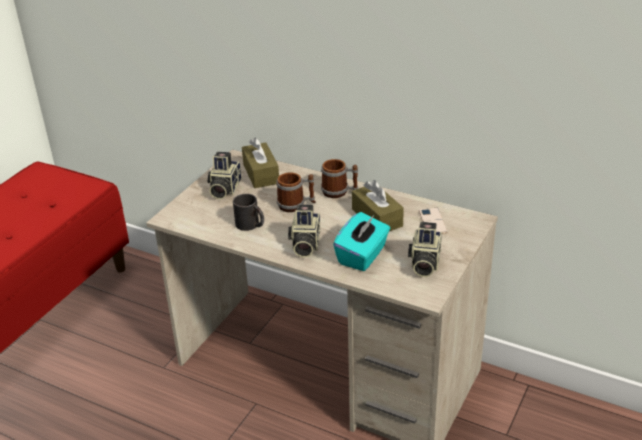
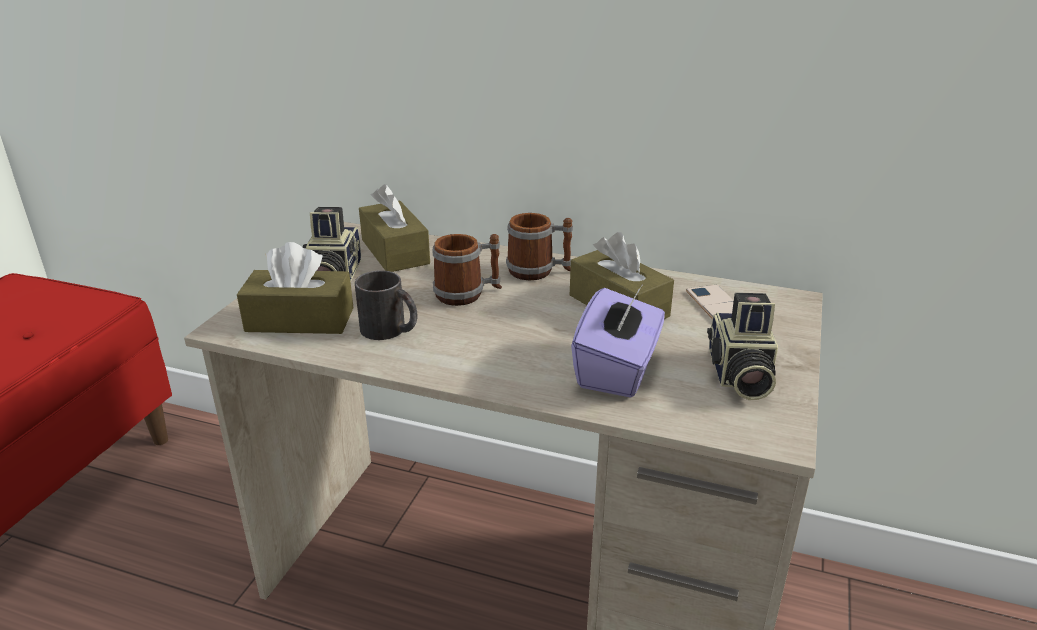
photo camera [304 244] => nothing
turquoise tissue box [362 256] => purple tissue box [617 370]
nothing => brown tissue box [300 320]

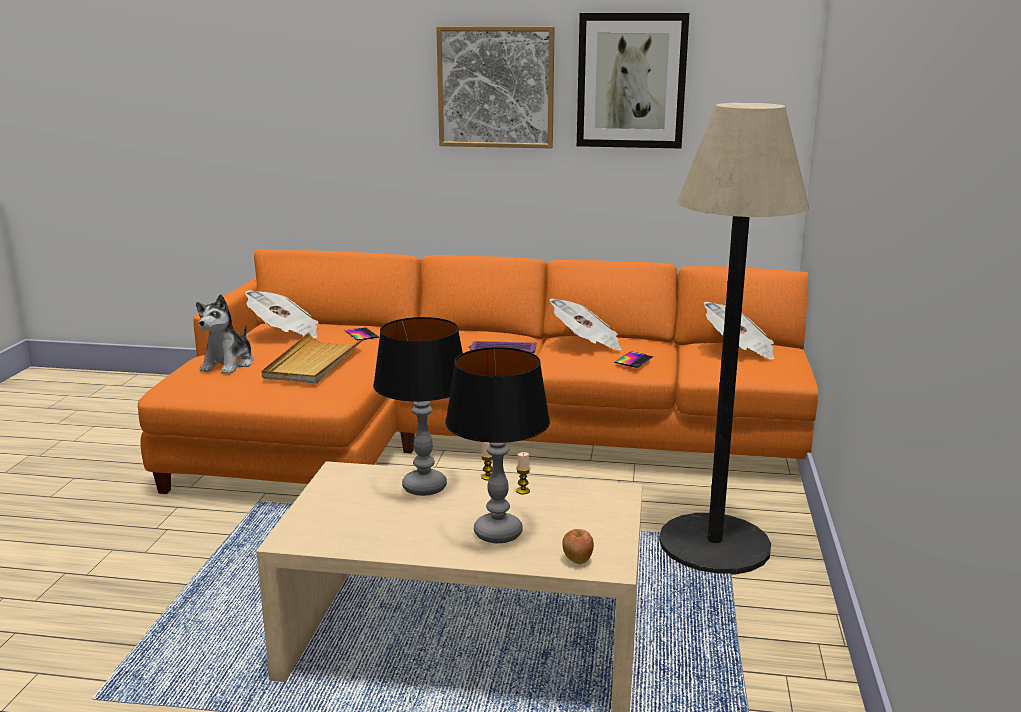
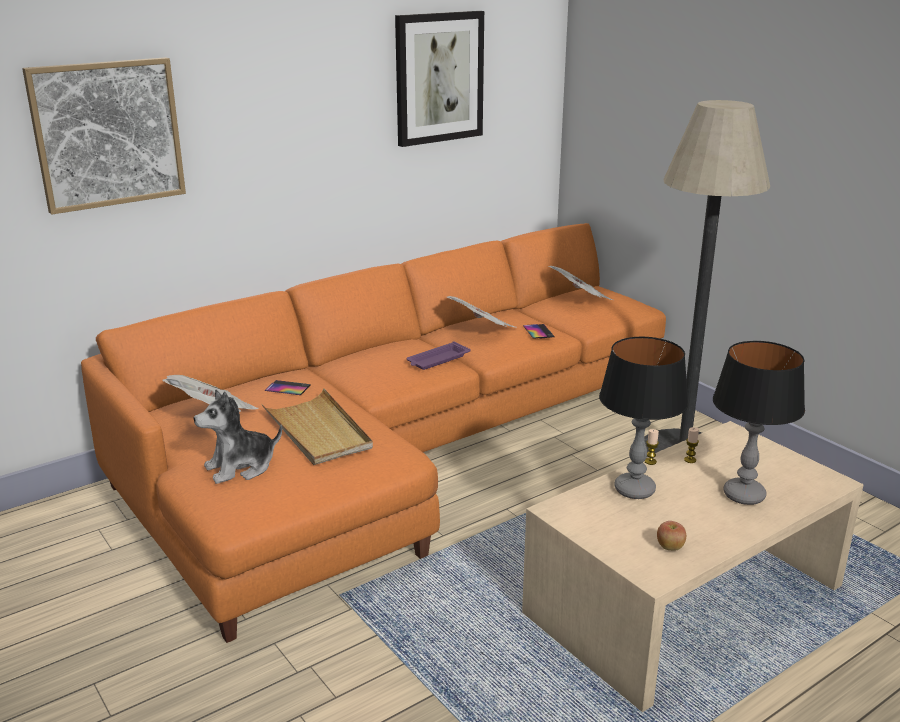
picture [496 87] => picture [107 134], move
plush toy [229 364] => plush toy [240 467], 90 degrees clockwise
apple [577 560] => apple [670 547], move

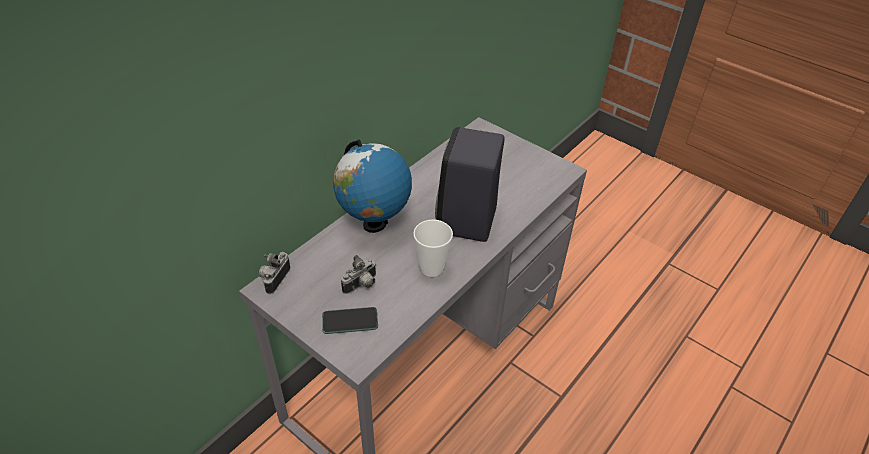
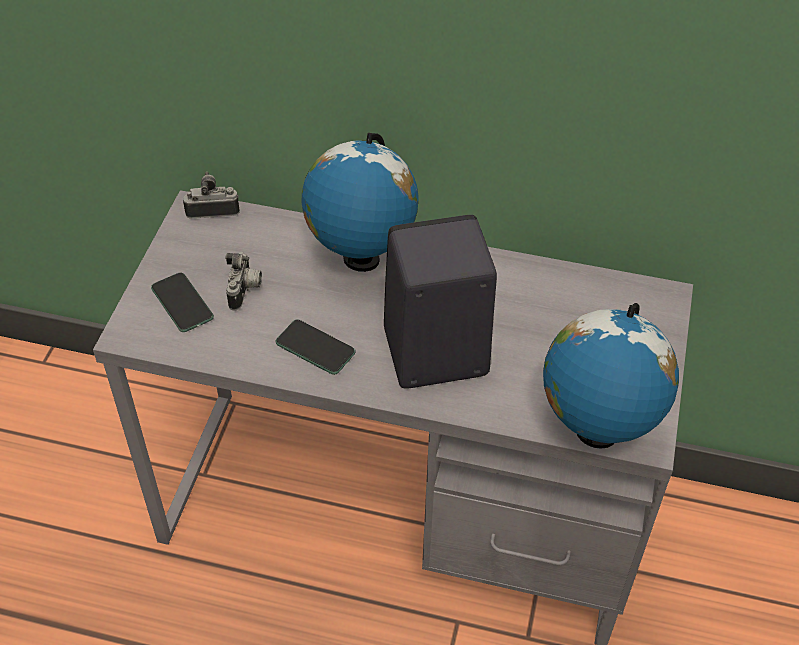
cup [432 268] => phone [315 348]
photo camera [362 285] => photo camera [245 290], 105 degrees counterclockwise
nothing => globe [595 432]

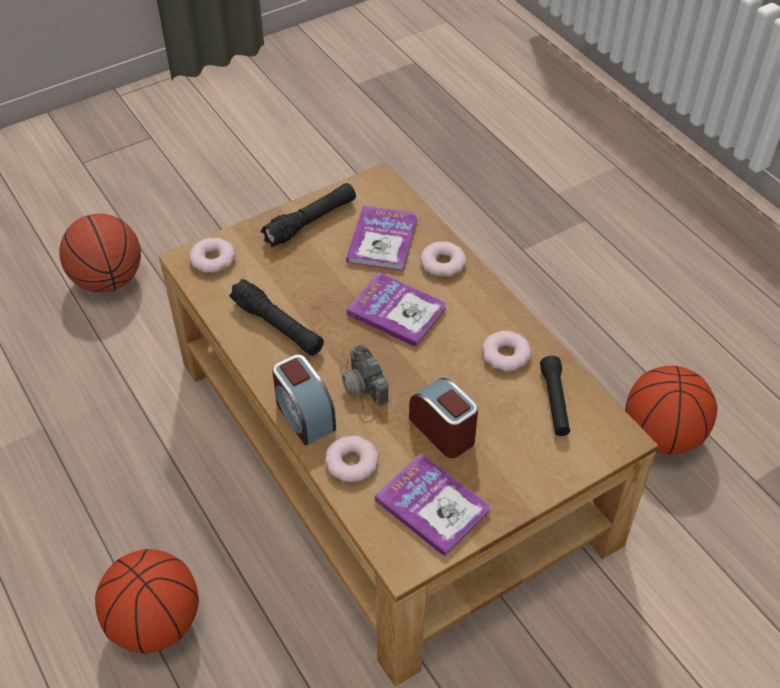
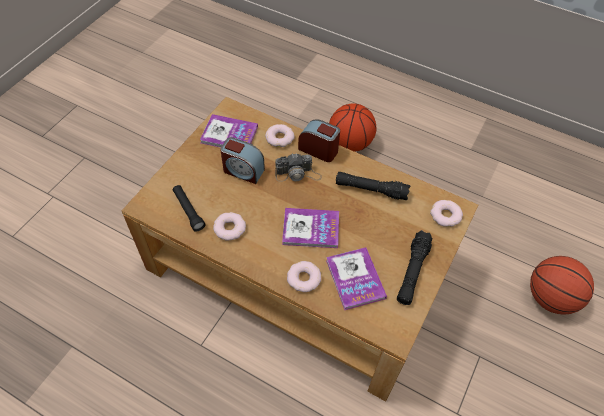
photo camera [363 390] => photo camera [298 174], 135 degrees clockwise
basketball [661 435] => nothing

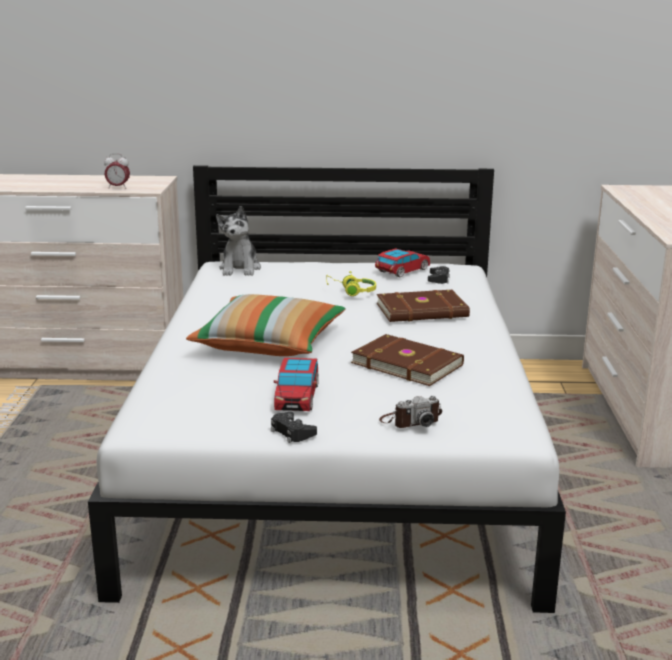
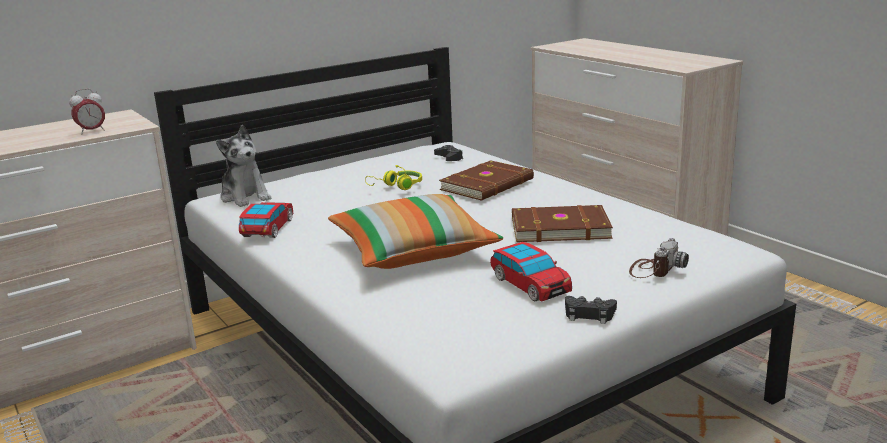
toy car [402 271] => toy car [268 229], move

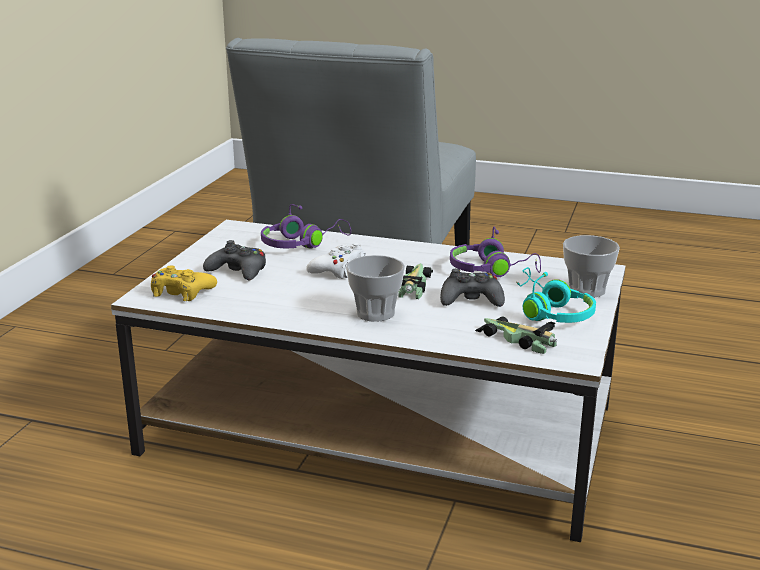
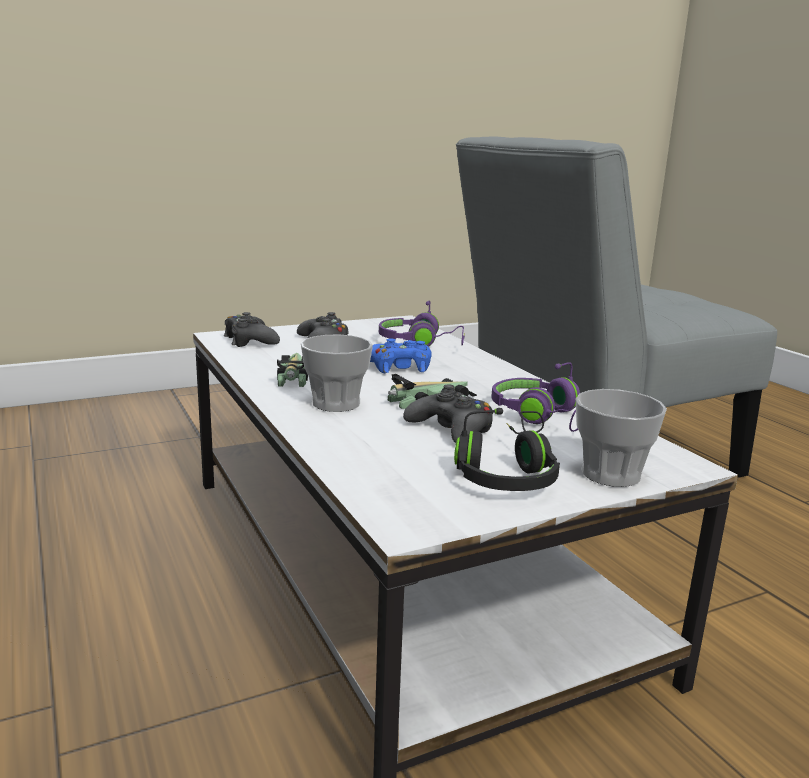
white game controller [339 269] => blue game controller [399 367]
yellow game controller [181 292] => black game controller [250 340]
turquoise headphones [550 311] => black headphones [507 472]
toy car [518 339] => toy car [293 375], move

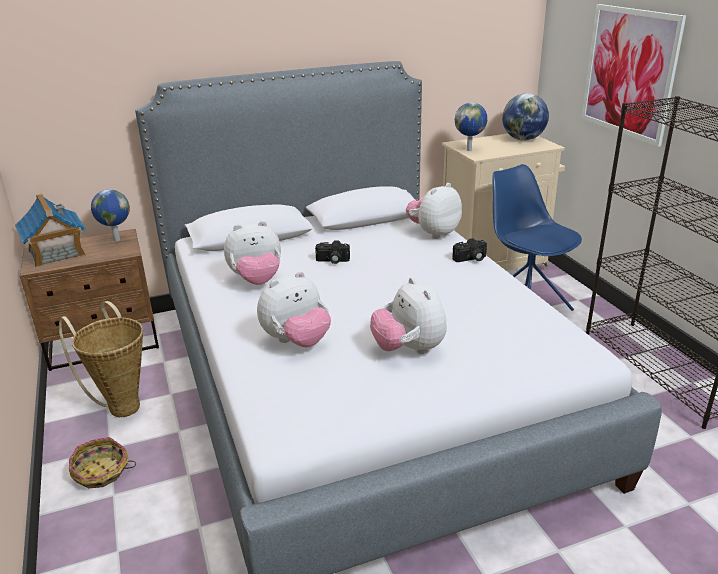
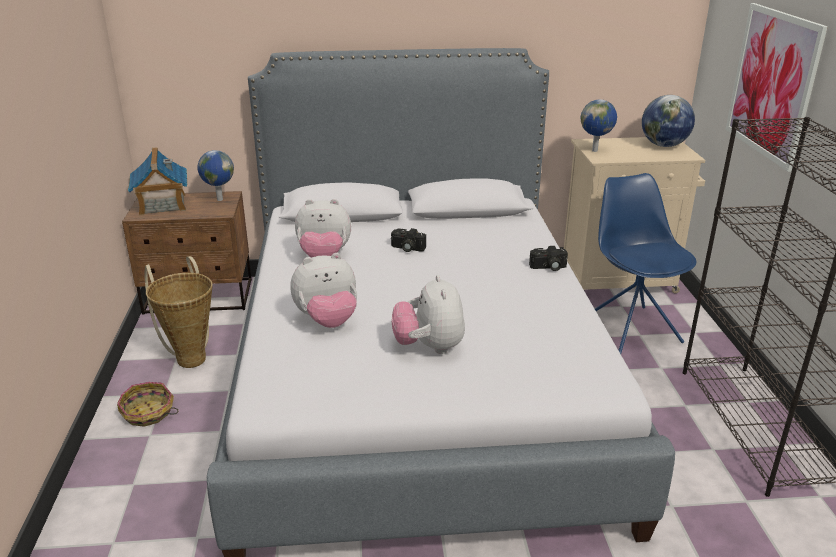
plush toy [433 233] => nothing

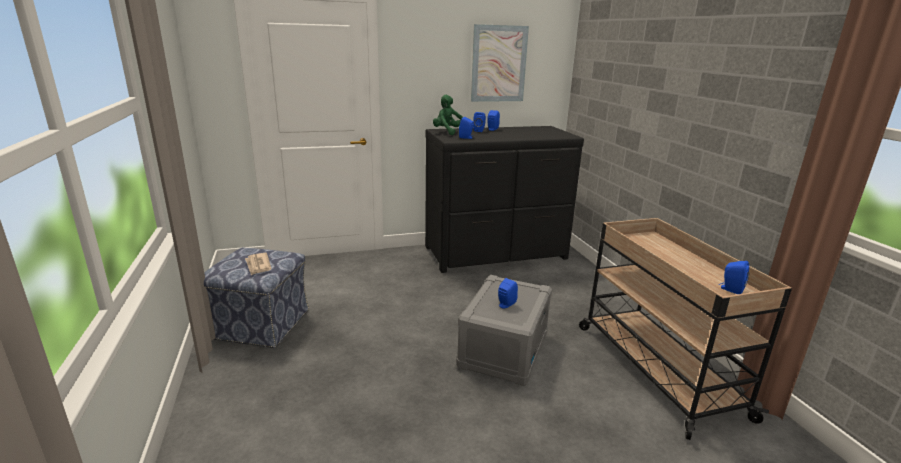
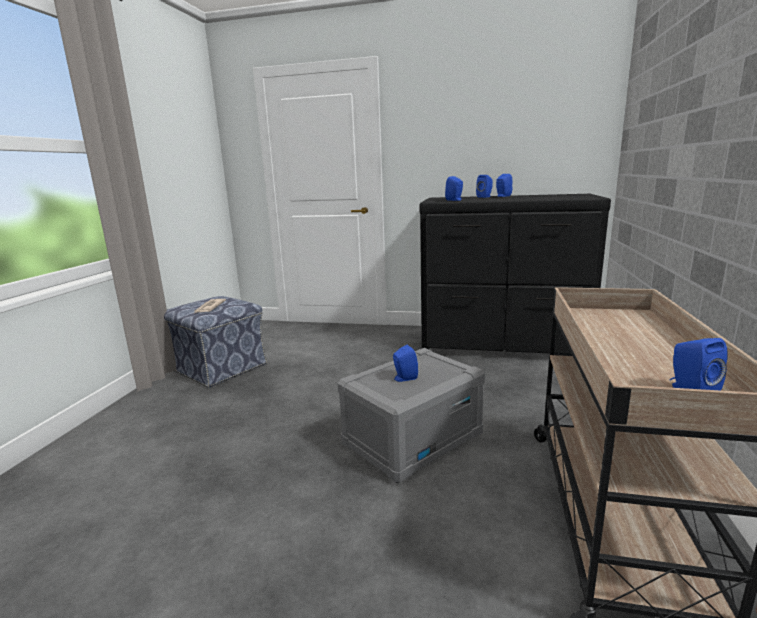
picture [499 64] => nothing
green plush toy [448 132] => nothing

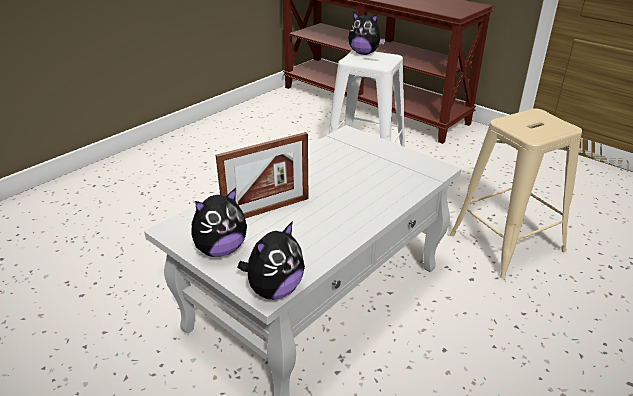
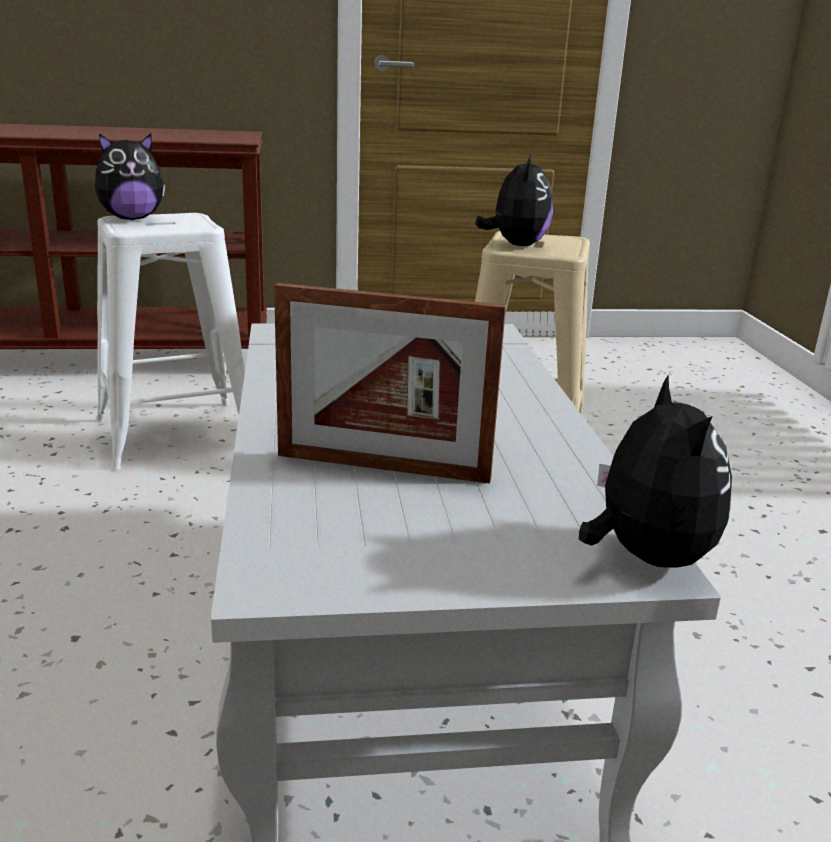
picture frame [267 210] => picture frame [382 467], 90 degrees clockwise
plush toy [220 250] => plush toy [516 245], move

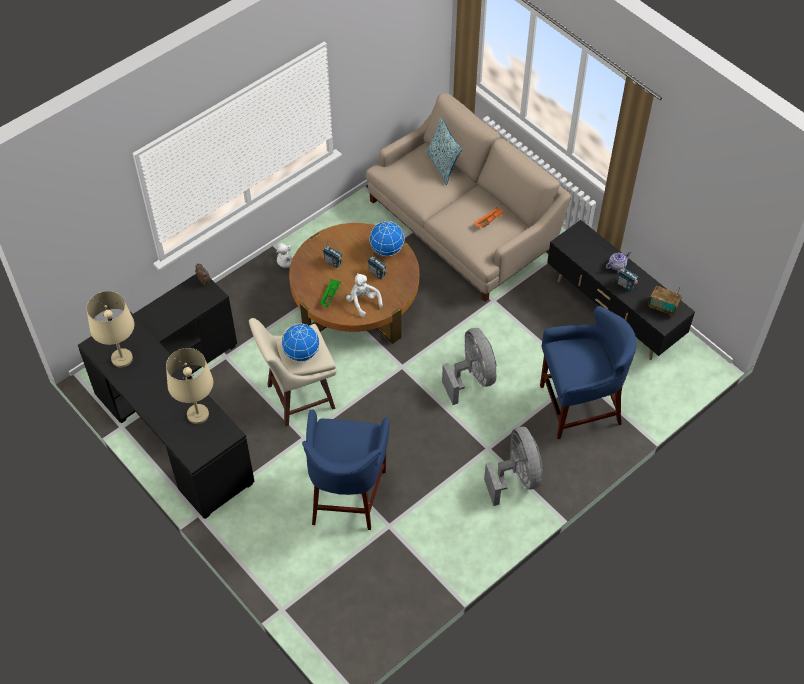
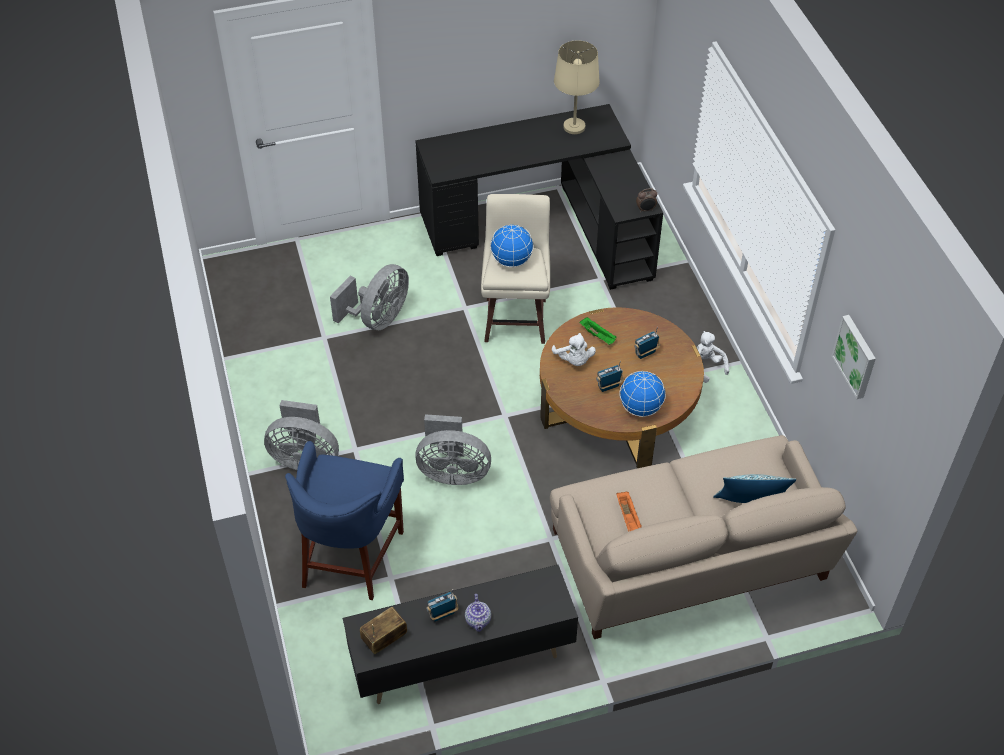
white plush toy [363 302] => white plush toy [574 360], 75 degrees clockwise
beige table lamp [198 414] => nothing
blue stool [347 495] => grey fan [378 318]
nothing => picture [856 356]

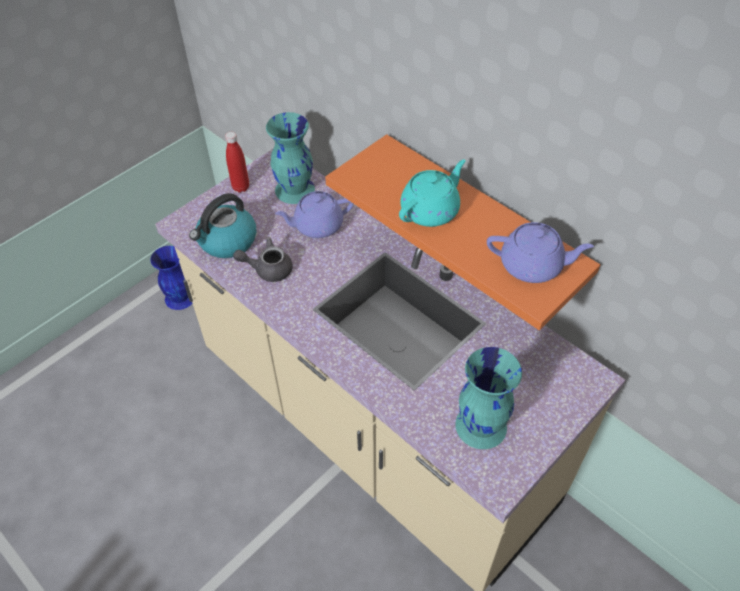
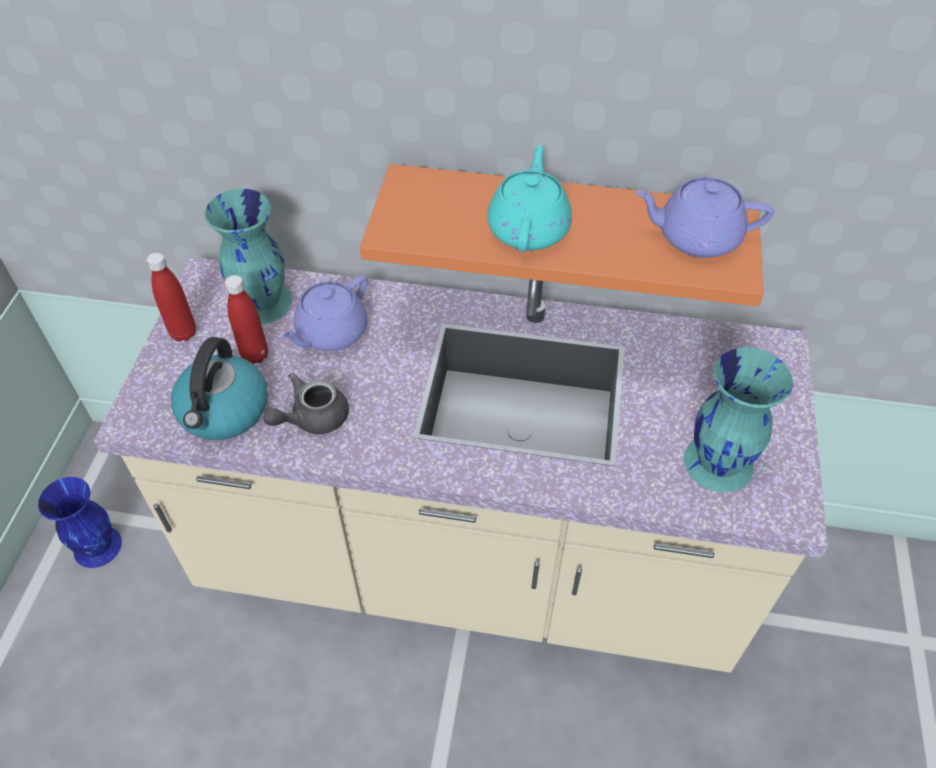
purple teapot [532 266] => purple teapot [696 237], 150 degrees counterclockwise
nothing => red bottle [255 355]

